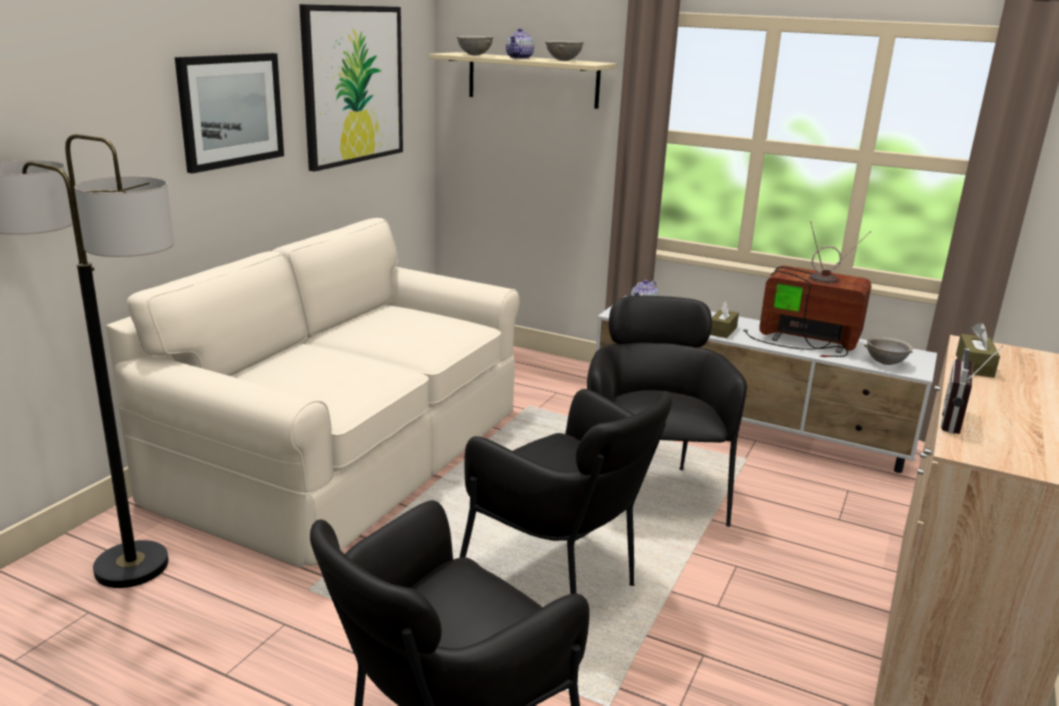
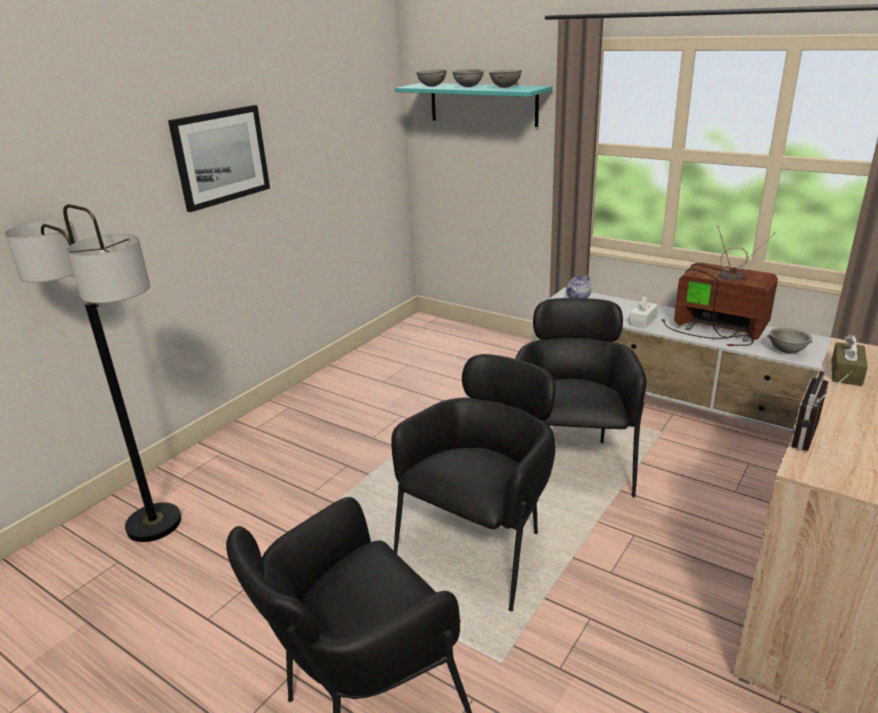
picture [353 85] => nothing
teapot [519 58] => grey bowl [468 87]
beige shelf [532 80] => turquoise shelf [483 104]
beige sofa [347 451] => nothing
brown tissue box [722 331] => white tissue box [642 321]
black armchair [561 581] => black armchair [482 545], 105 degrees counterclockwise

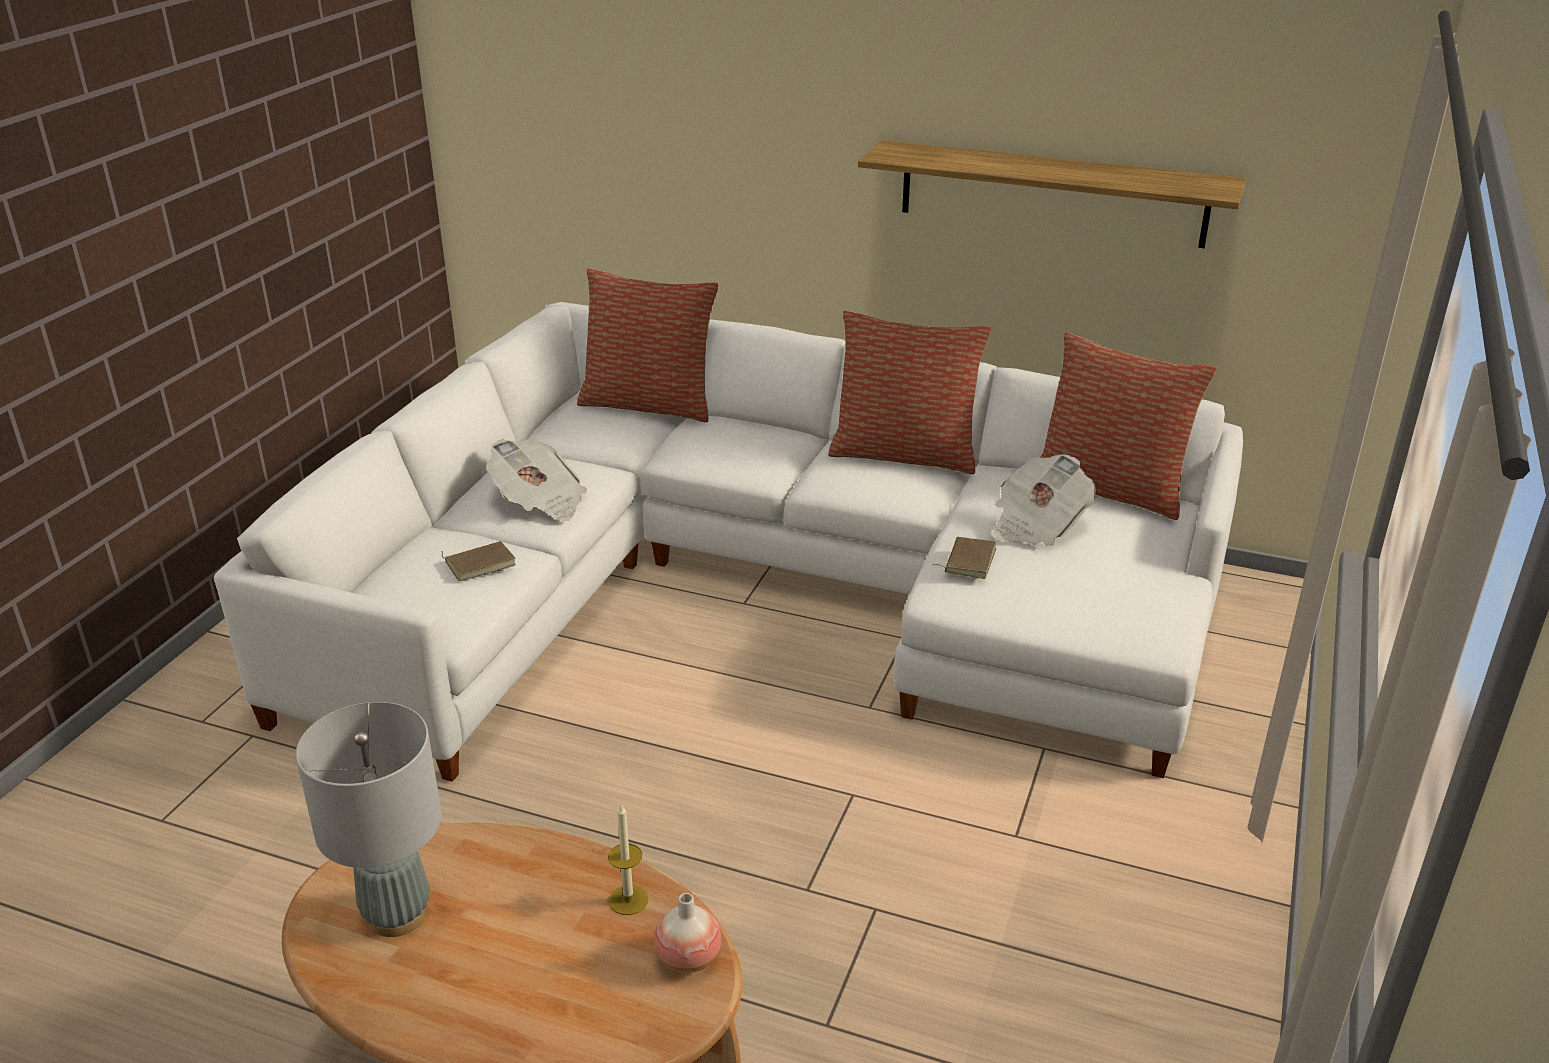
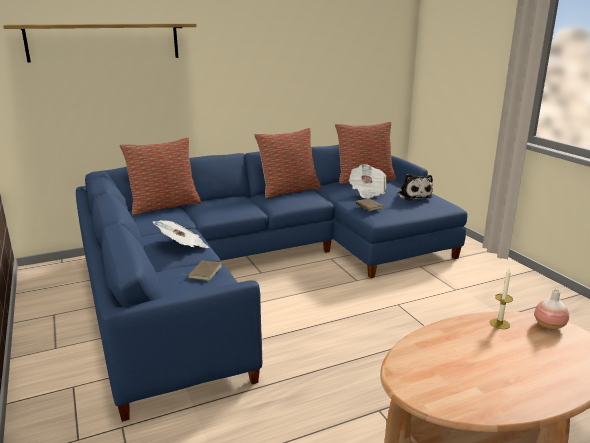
shelf [1052 194] => shelf [104 42], move
white sofa [760 593] => blue sofa [261 267]
grey table lamp [397 915] => nothing
nothing => plush toy [413 195]

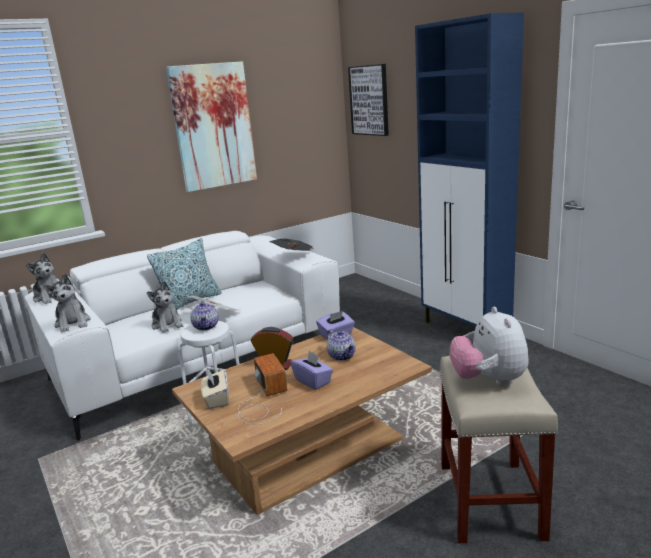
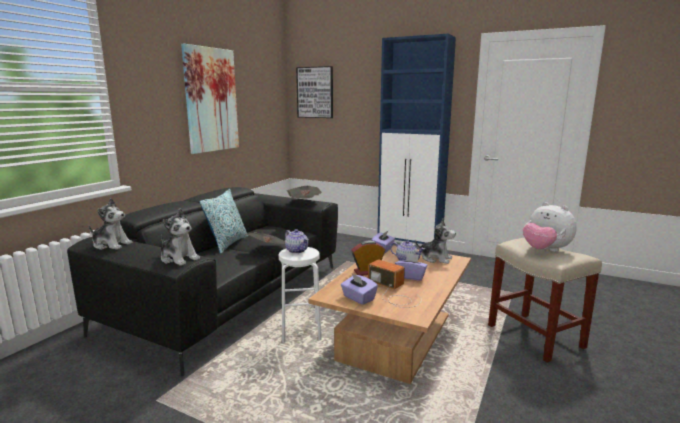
white sofa [198 360] => black sofa [230 297]
plush toy [167 325] => plush toy [435 258], move
beige tissue box [217 399] => purple tissue box [358 298]

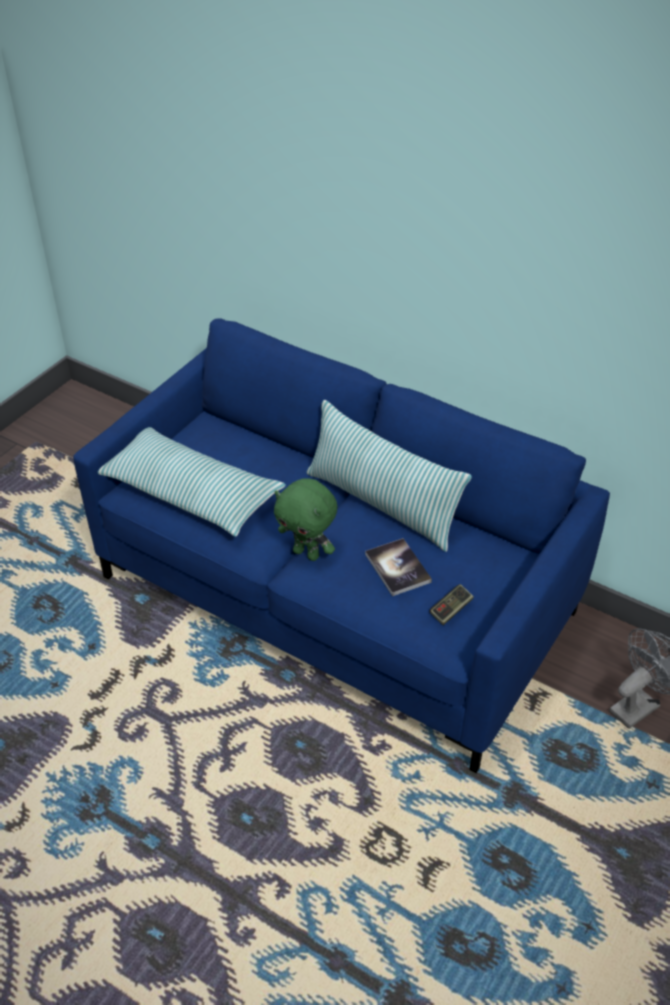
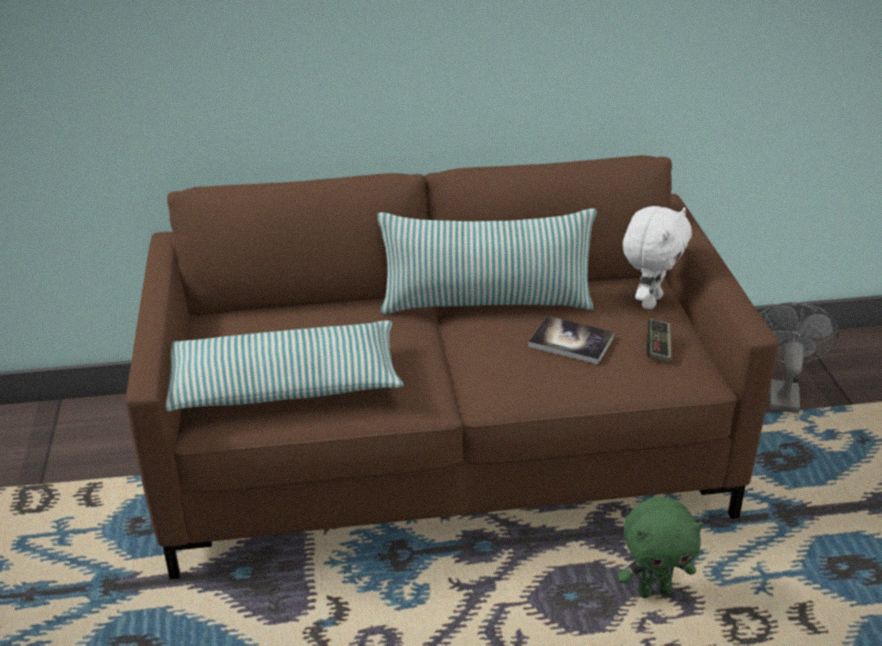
blue sofa [335 595] => brown sofa [442 455]
green plush toy [307 553] => green plush toy [654 591], move
nothing => white plush toy [649 301]

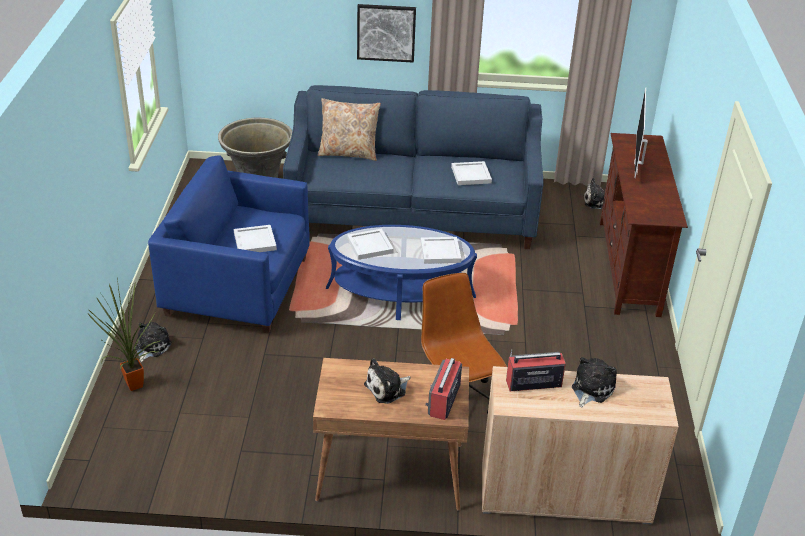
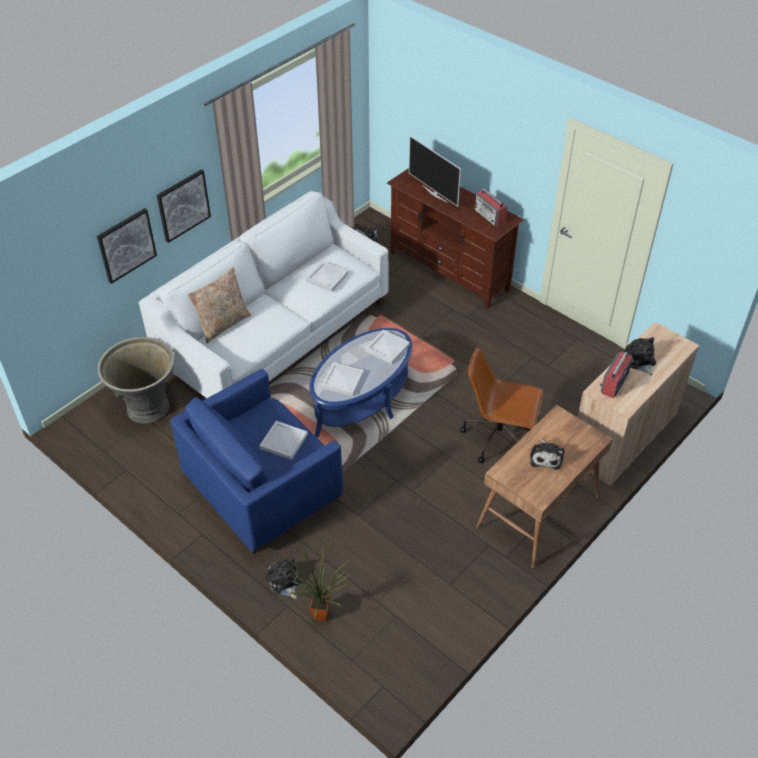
blue sofa [412 211] => white sofa [275 335]
radio [443 400] => radio [490 216], move
nothing => picture [126 245]

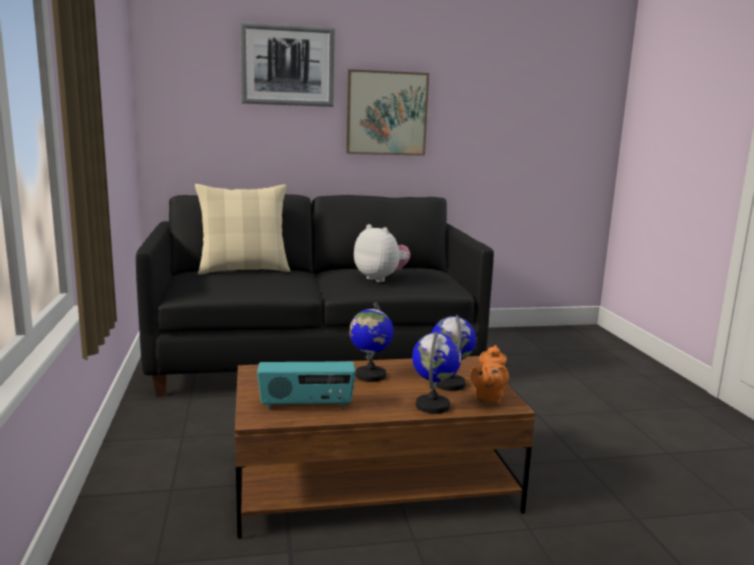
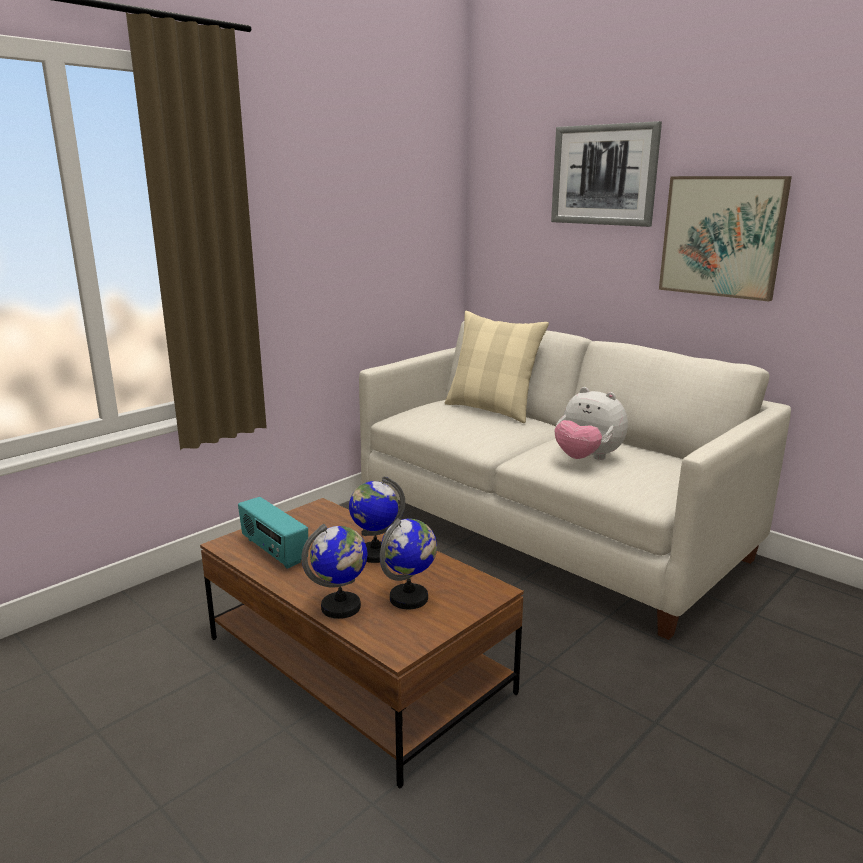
black sofa [314 359] => white sofa [548 531]
plush toy [381 278] => plush toy [587 459], 120 degrees clockwise
orange teapot [488 399] => nothing

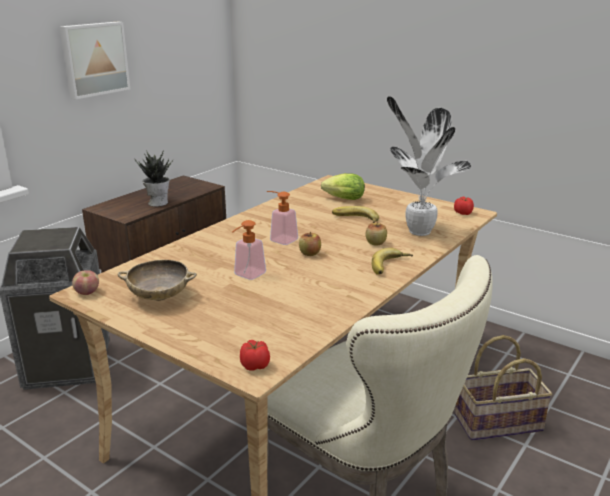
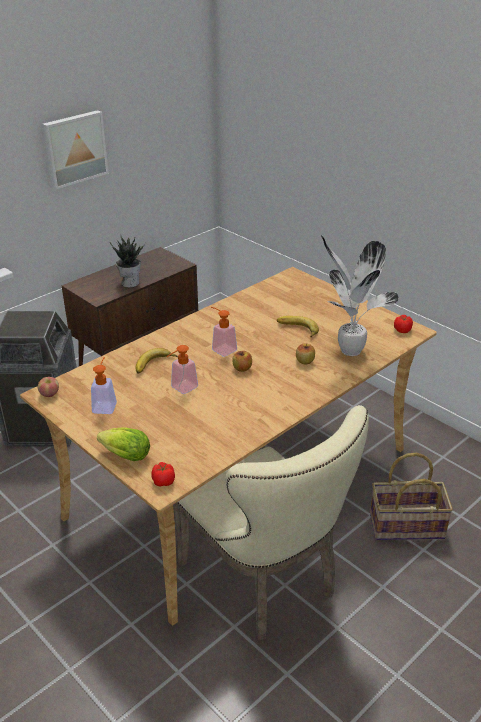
lettuce [342 199] => lettuce [123 455], move
banana [391 266] => banana [155 365], move
beige bowl [159 297] => soap dispenser [105 405]

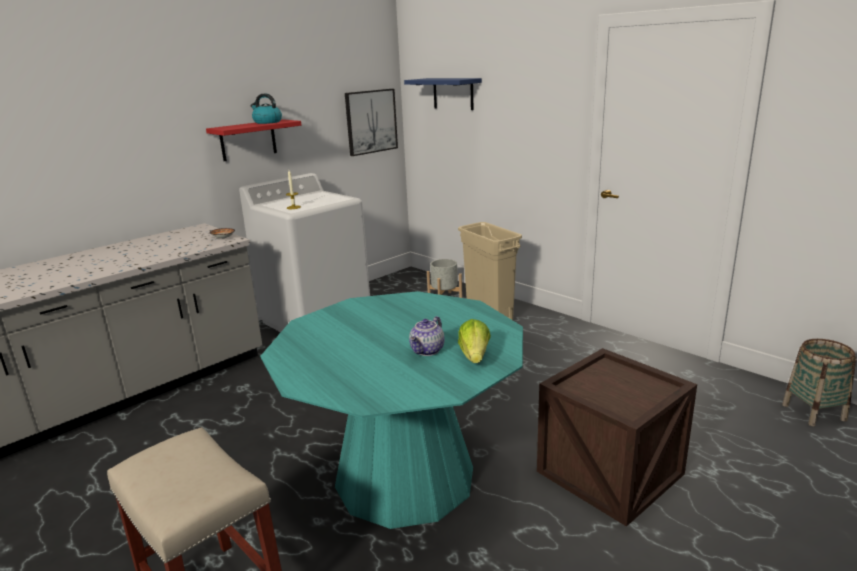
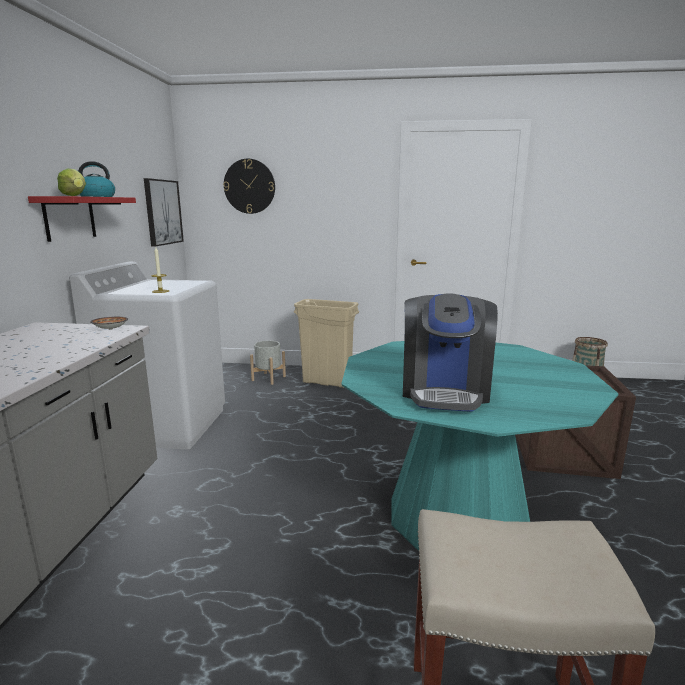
blue shelf [453 93] => wall clock [249 186]
teapot [428 351] => nothing
lettuce [474 356] => lettuce [75 196], move
nothing => coffee machine [445 391]

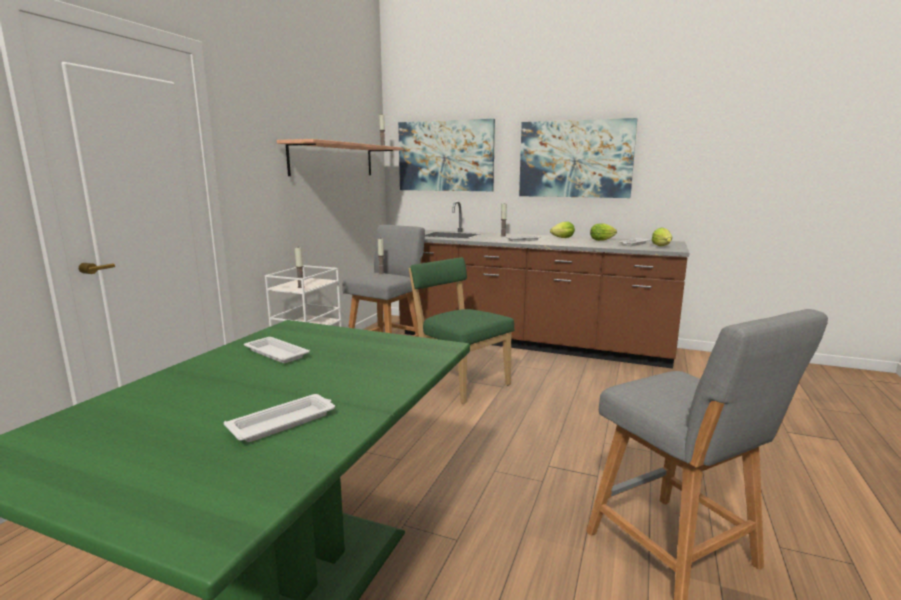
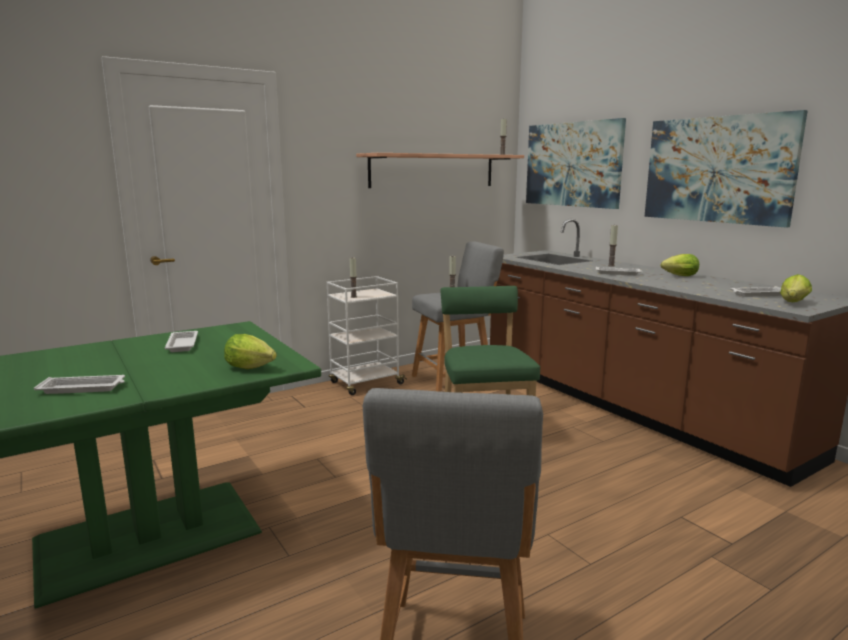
lettuce [603 240] => lettuce [252 368], move

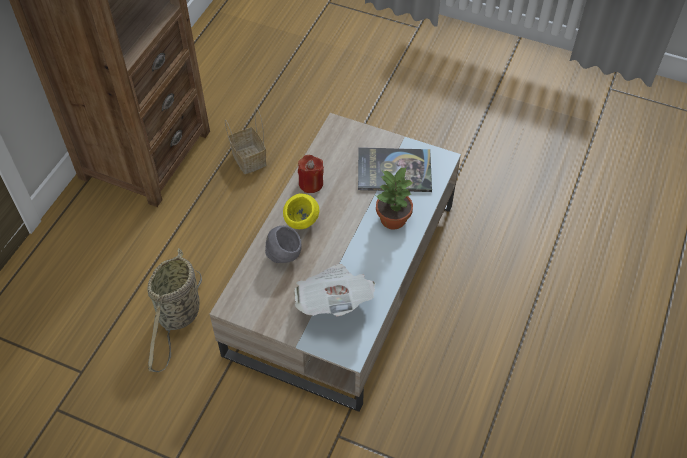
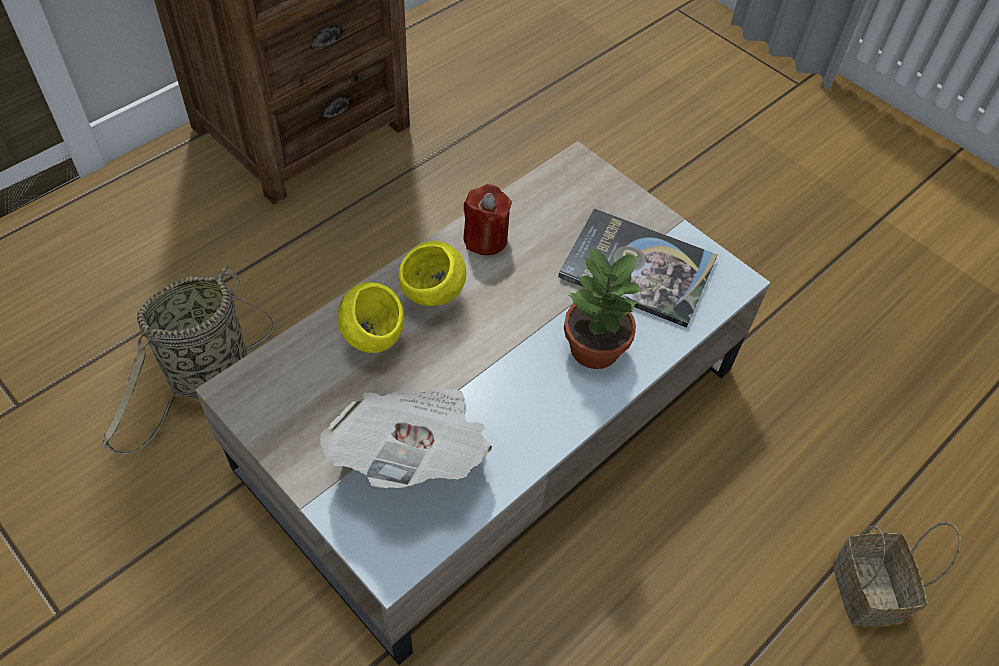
basket [248 158] => basket [864 588], move
grey bowl [284 256] => yellow bowl [373 341]

